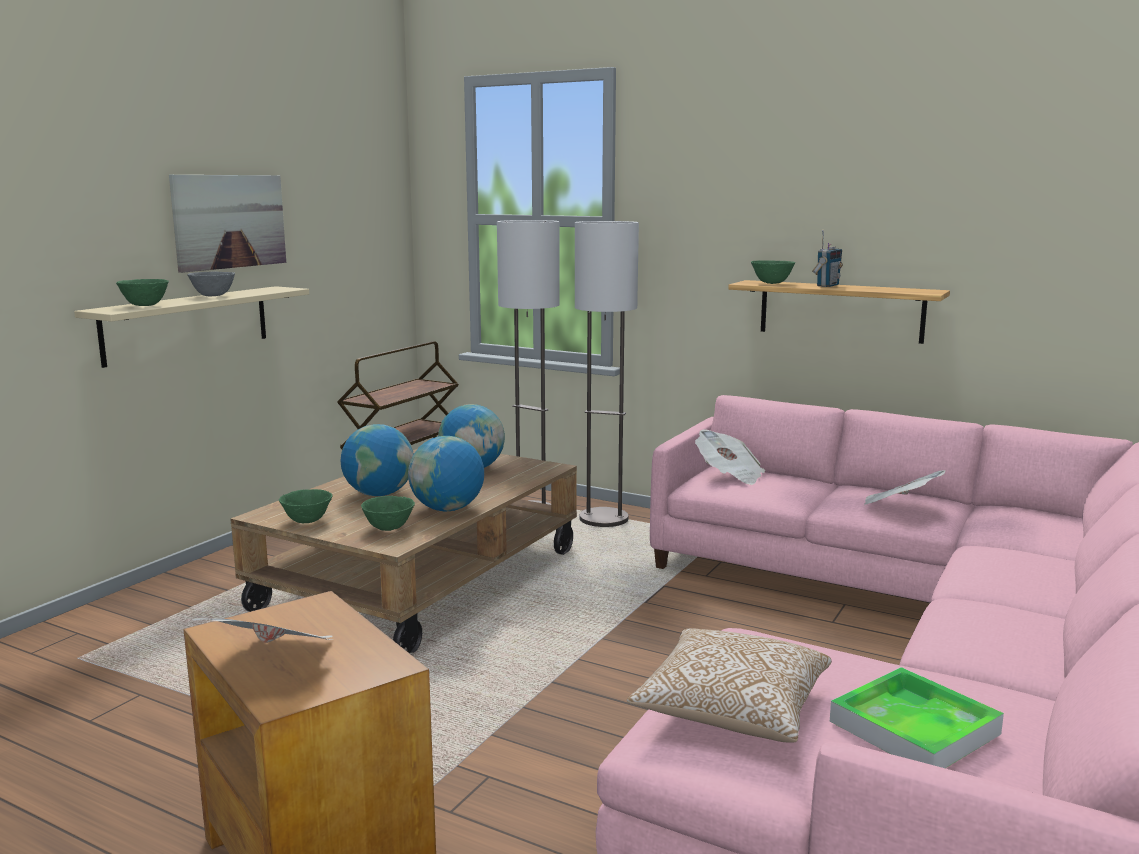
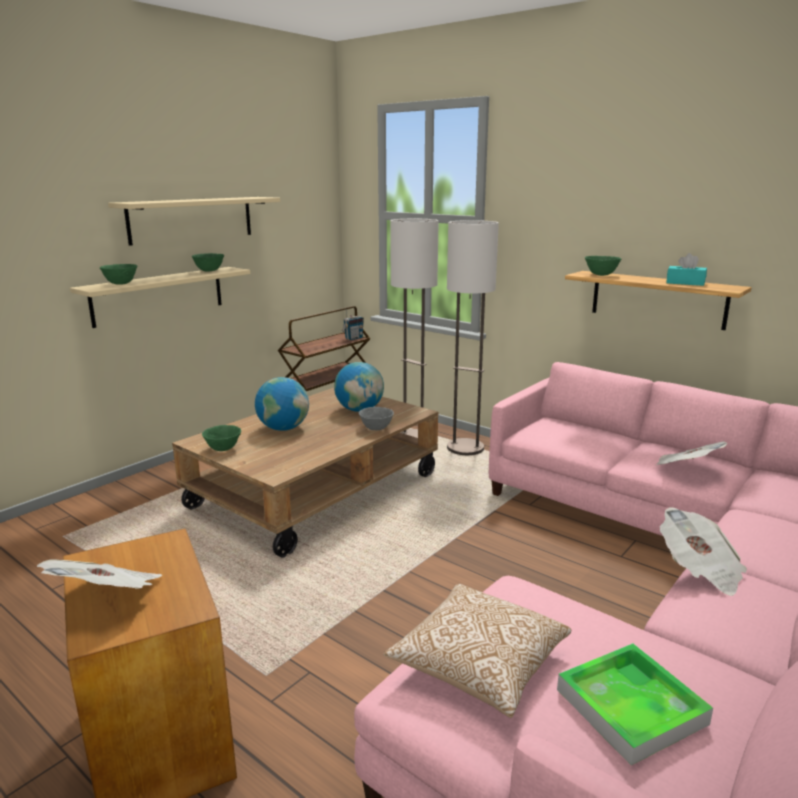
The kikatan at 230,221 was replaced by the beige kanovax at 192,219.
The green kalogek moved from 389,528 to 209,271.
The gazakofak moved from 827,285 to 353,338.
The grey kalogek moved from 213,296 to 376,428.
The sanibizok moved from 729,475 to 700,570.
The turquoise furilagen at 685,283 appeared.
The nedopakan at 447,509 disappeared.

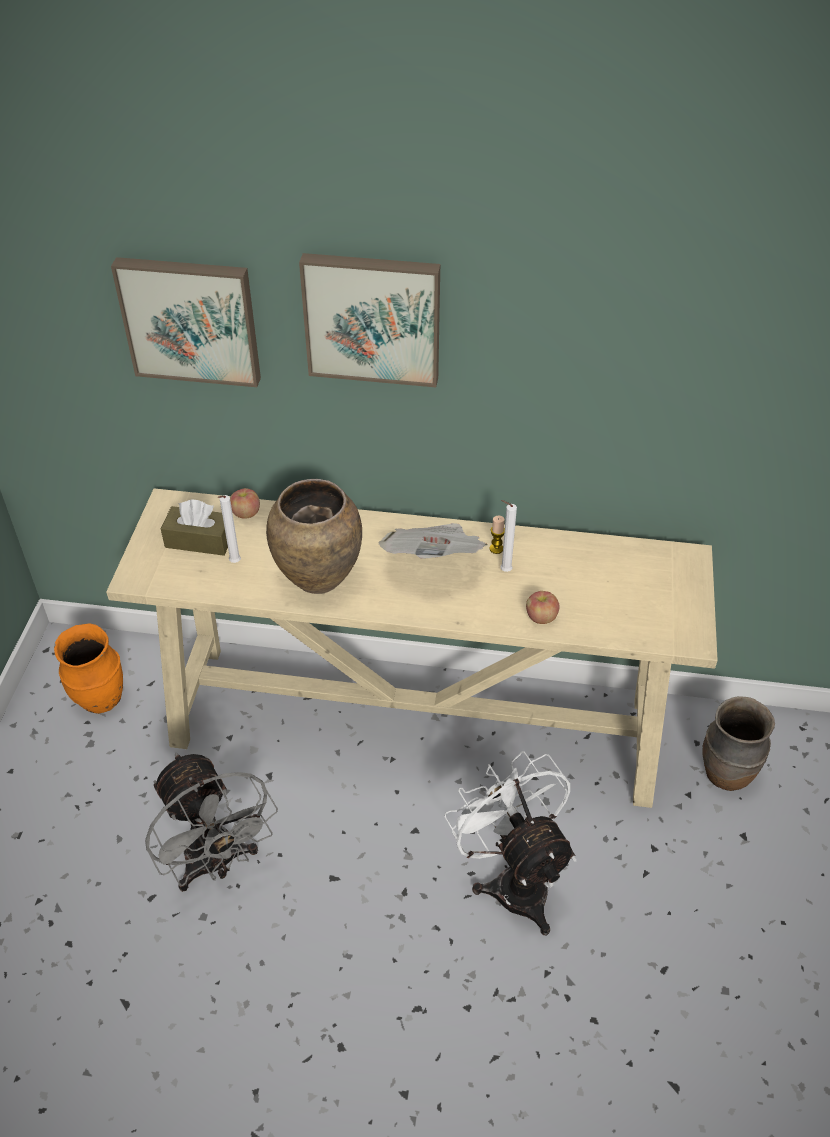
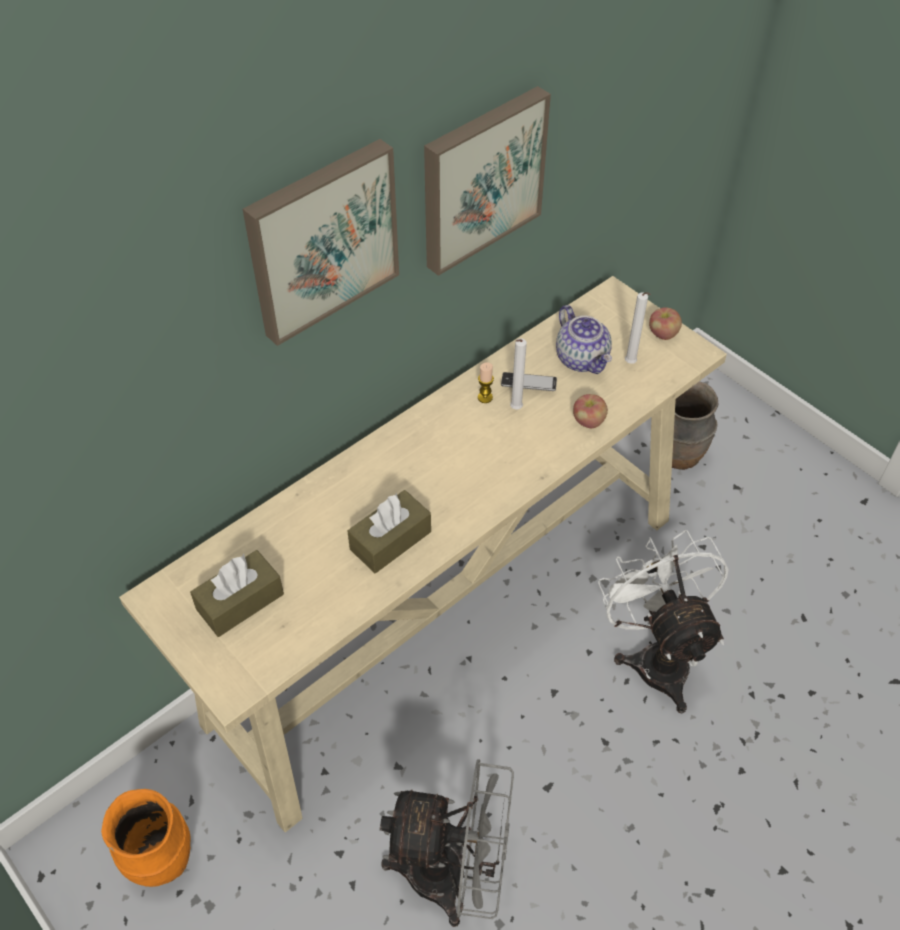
The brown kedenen at 317,578 was replaced by the brown furilagen at 390,540.
The kikatan moved from 191,319 to 480,178.
The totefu at 528,385 appeared.
The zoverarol at 582,359 appeared.
The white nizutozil at 513,879 turned 60 degrees clockwise.
The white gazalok moved from 234,563 to 631,364.
The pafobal moved from 245,513 to 663,334.
The sanibizok at 434,560 disappeared.

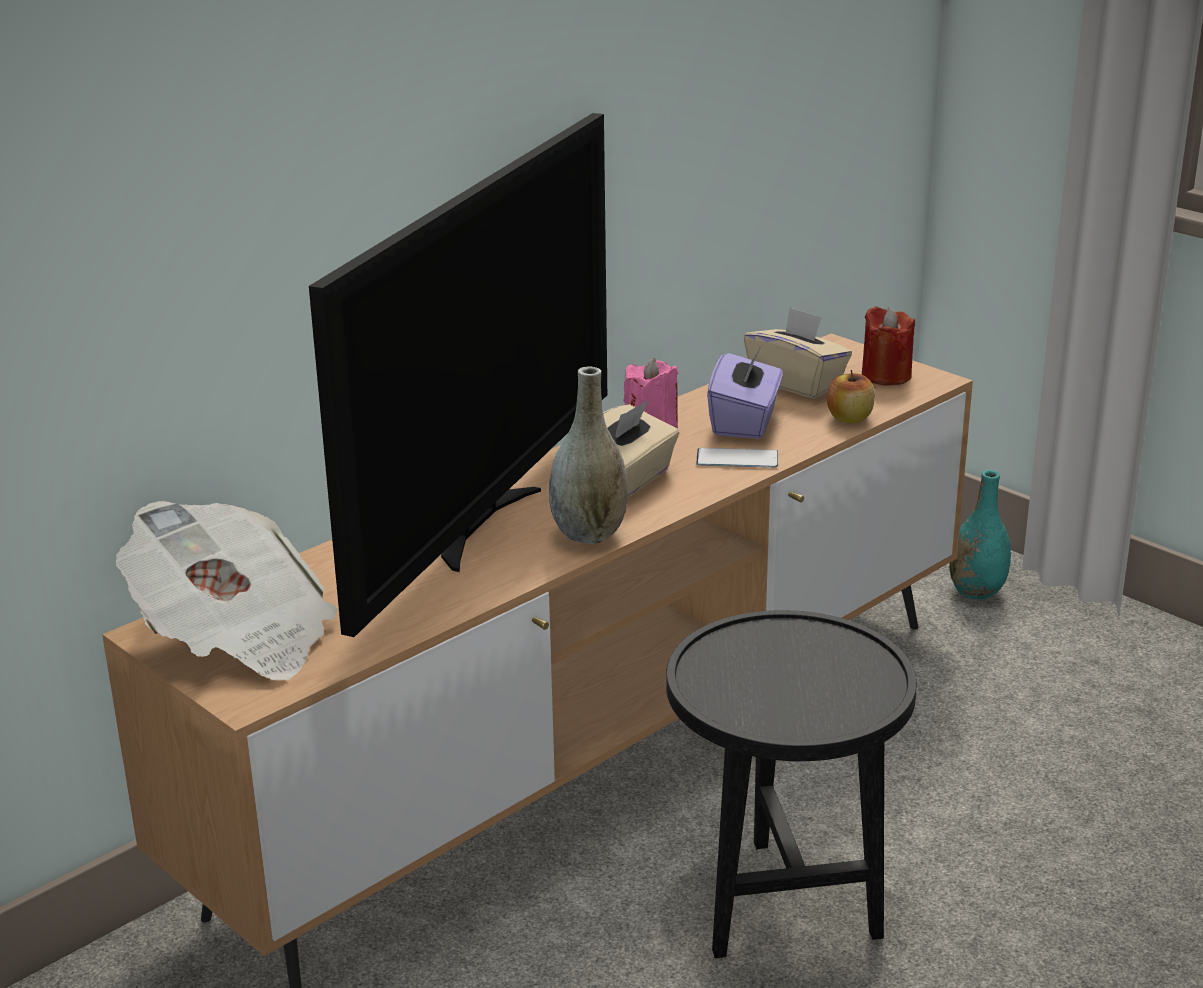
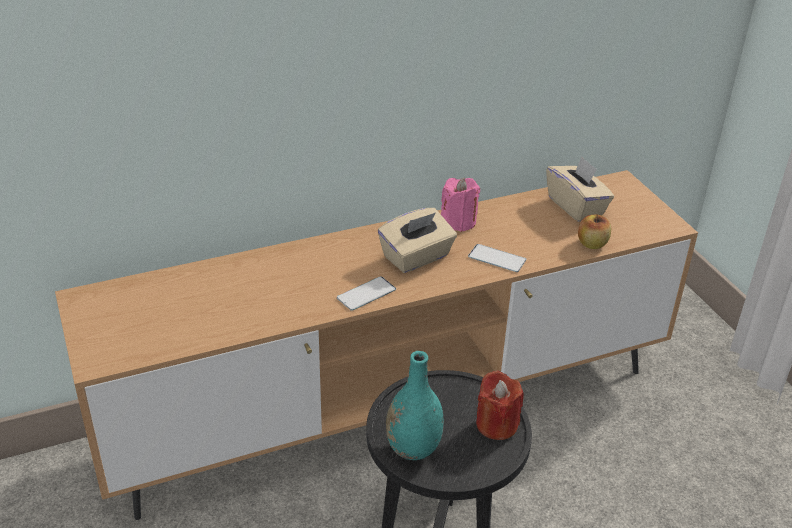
The grey kedenen at 589,534 was replaced by the totefu at 366,294.
The turquoise kedenen moved from 976,592 to 413,449.
The red gazalok moved from 886,376 to 496,424.
The sanibizok at 235,636 disappeared.
The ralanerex at 482,525 disappeared.
The purple furilagen at 745,422 disappeared.

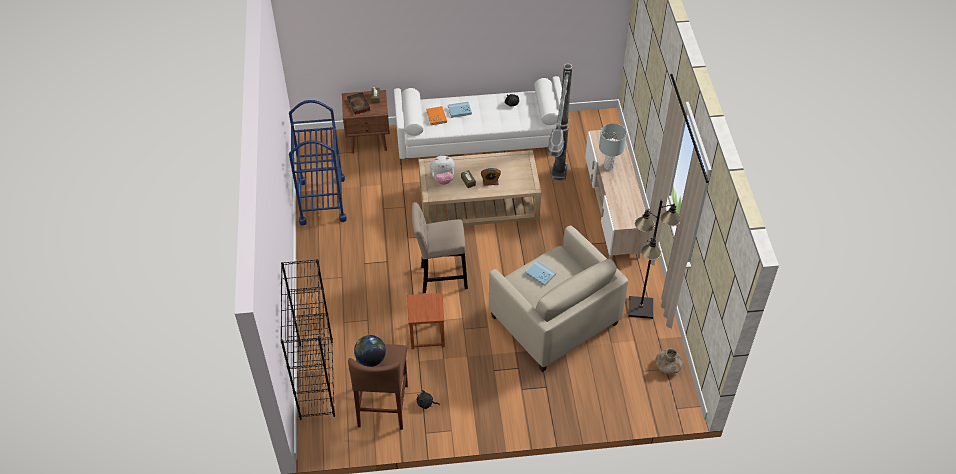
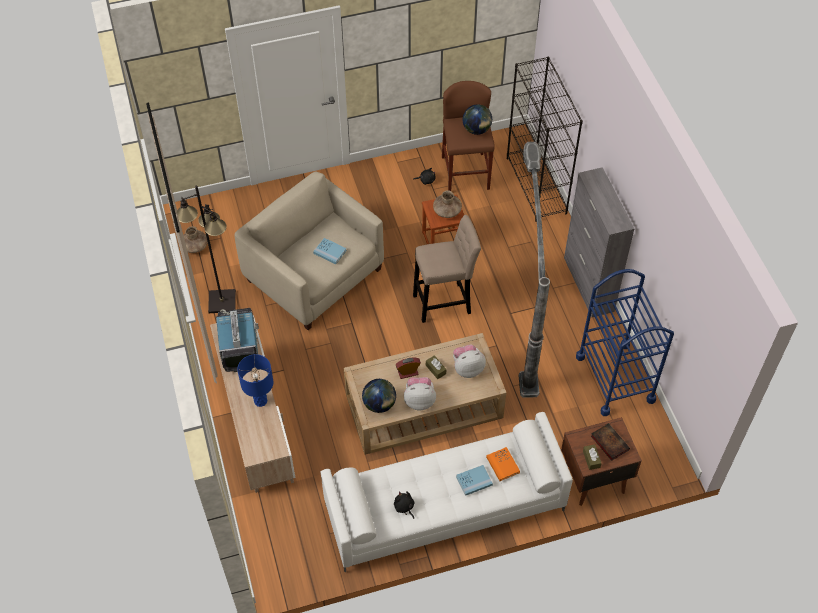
The ralanerex at 239,346 appeared.
The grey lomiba at 609,166 became the blue lomiba at 260,401.
The nedopakan at 379,404 appeared.
The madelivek at 419,400 appeared.
The brown kedenen at 447,211 appeared.
The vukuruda moved from 553,212 to 522,328.
The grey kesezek at 588,285 appeared.

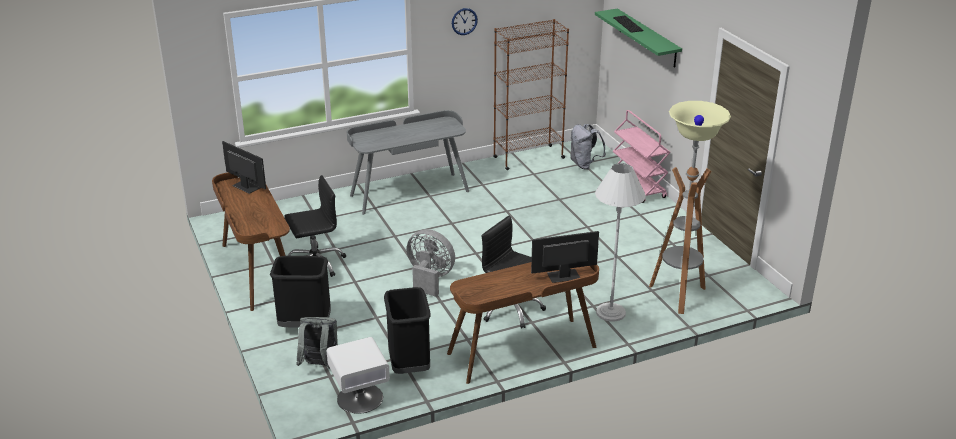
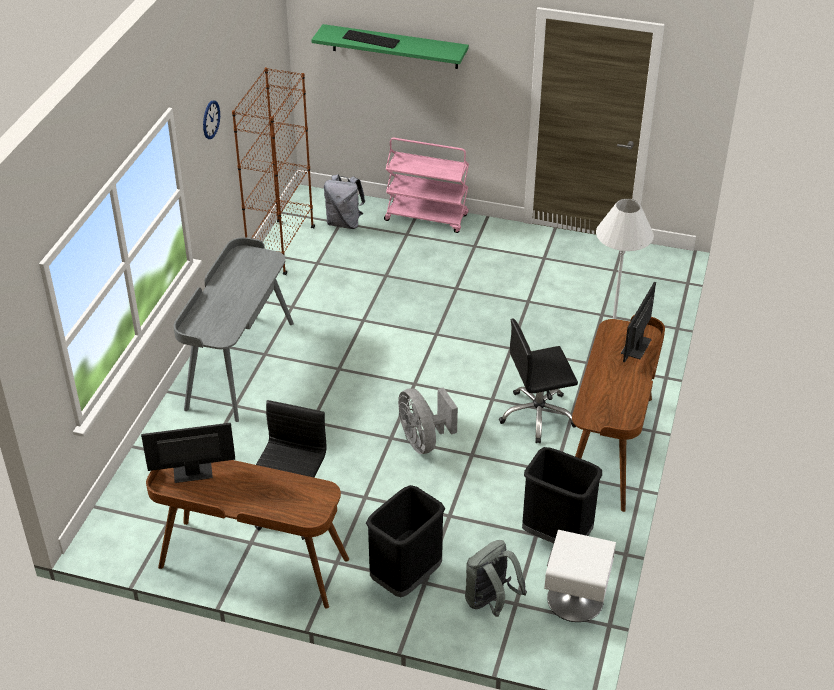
The grey nizutozil at 429,279 turned 90 degrees counterclockwise.
The vukuruda at 678,295 disappeared.

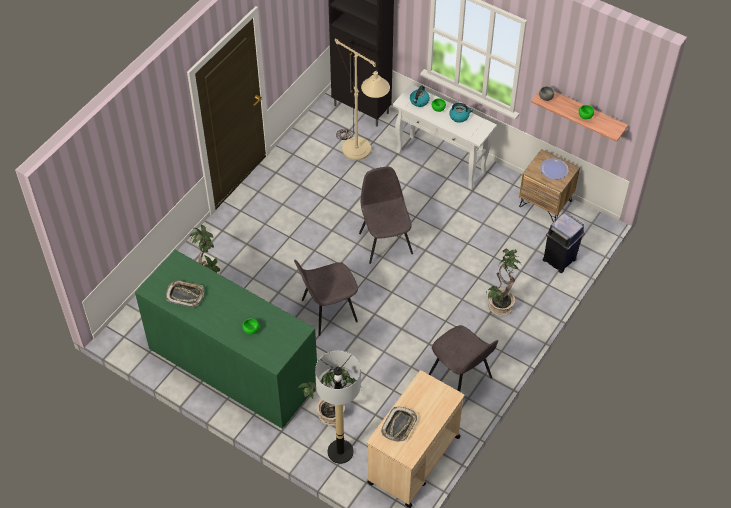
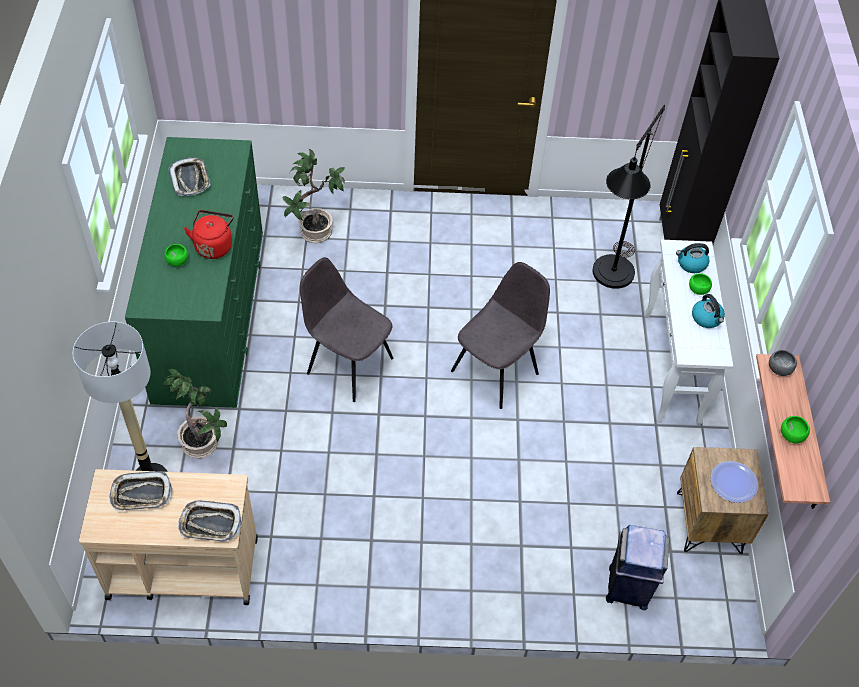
The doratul at 210,524 appeared.
The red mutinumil at 214,245 appeared.
The beige vukuruda at 361,154 became the black vukuruda at 609,281.
The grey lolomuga at 461,378 disappeared.
The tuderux at 499,305 disappeared.

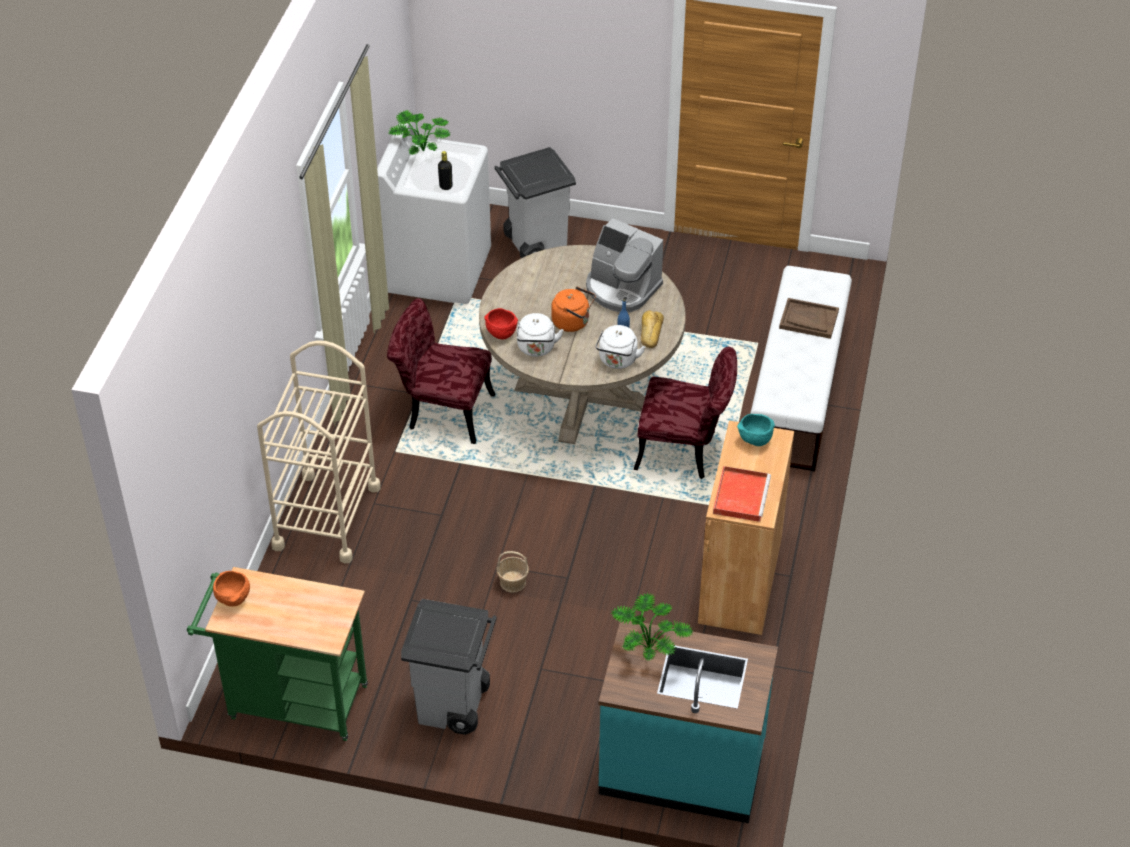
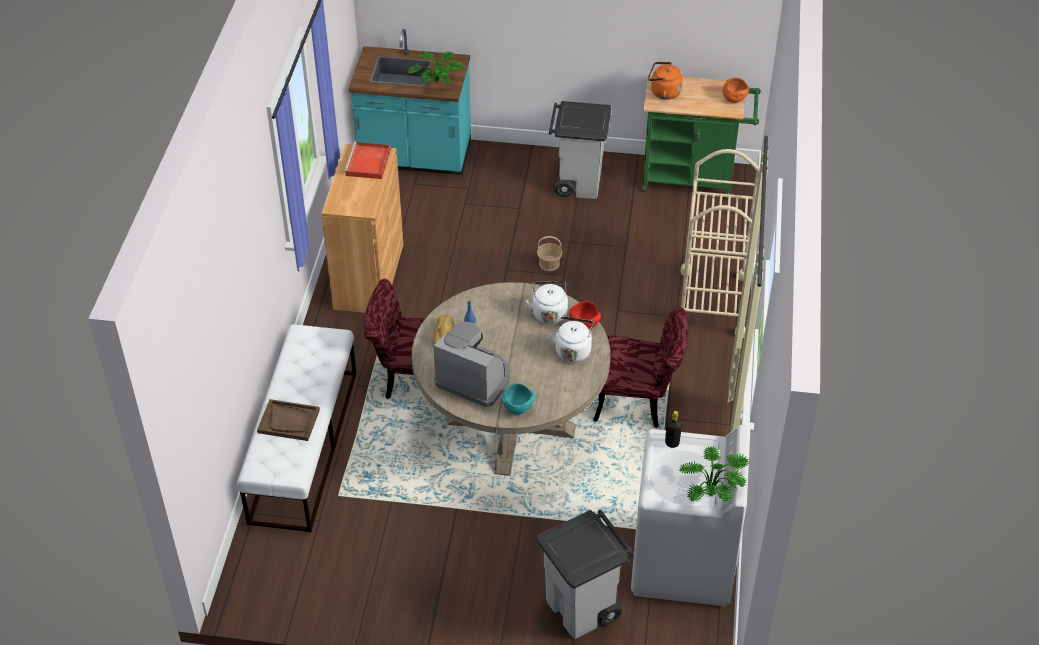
The turquoise kalogek moved from 754,440 to 518,408.
The white mutinumil moved from 617,361 to 572,350.
The orange mutinumil moved from 573,322 to 663,92.

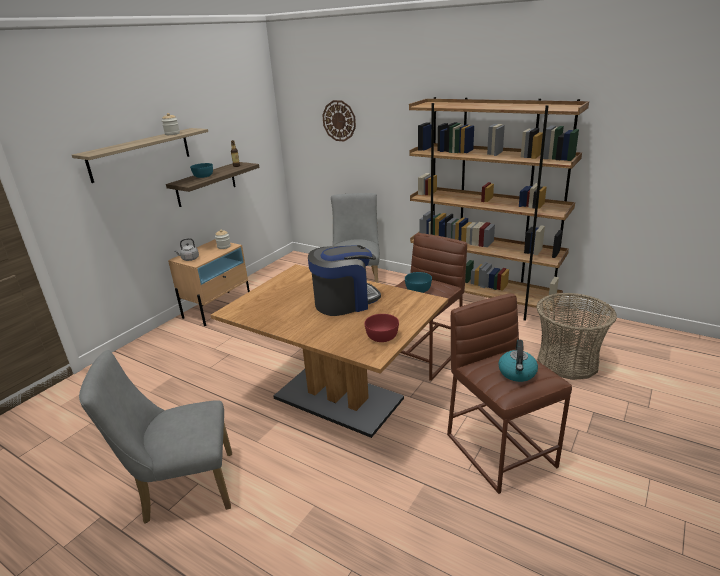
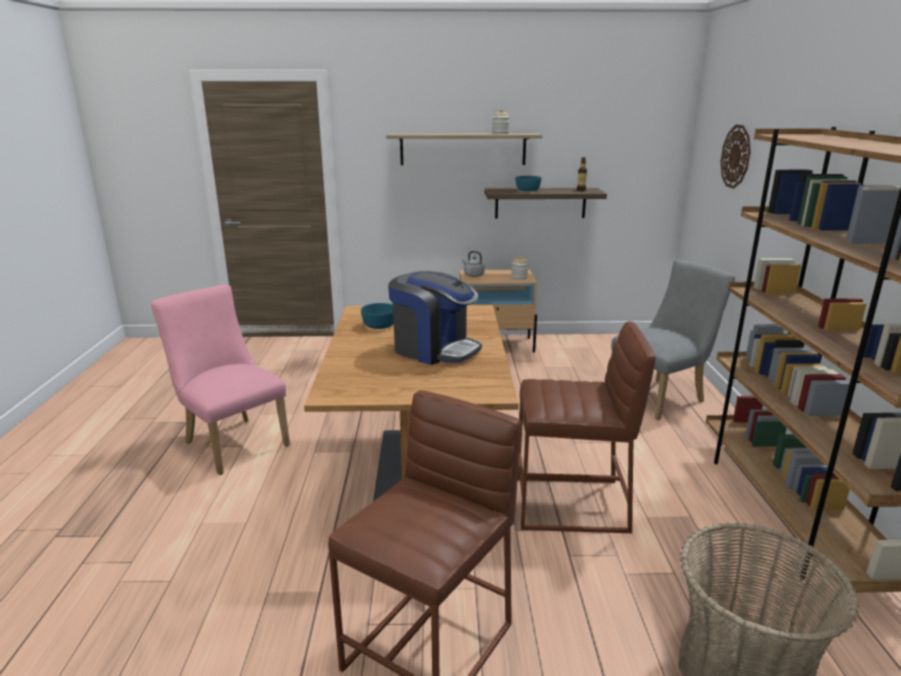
The grey lolomuga at 182,489 became the pink lolomuga at 232,442.
The turquoise kalogek moved from 418,289 to 380,325.
The red kalogek at 382,336 disappeared.
The mutinumil at 517,373 disappeared.

